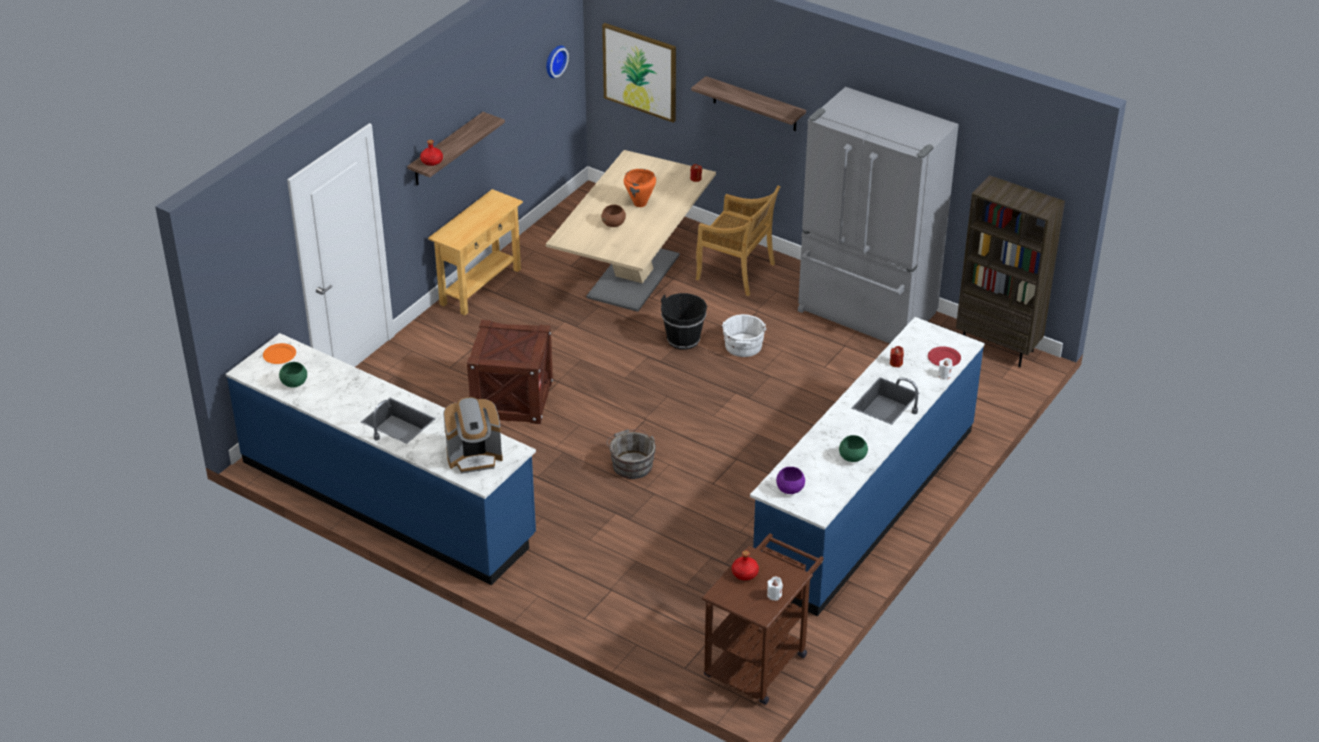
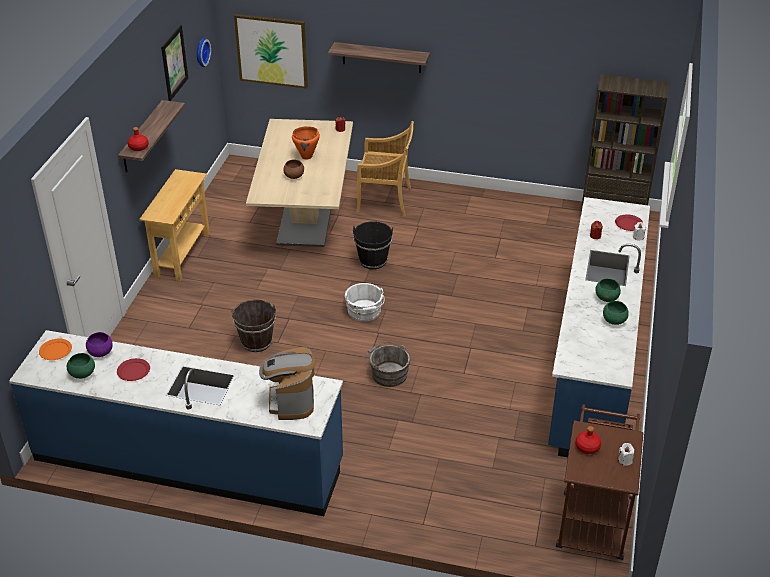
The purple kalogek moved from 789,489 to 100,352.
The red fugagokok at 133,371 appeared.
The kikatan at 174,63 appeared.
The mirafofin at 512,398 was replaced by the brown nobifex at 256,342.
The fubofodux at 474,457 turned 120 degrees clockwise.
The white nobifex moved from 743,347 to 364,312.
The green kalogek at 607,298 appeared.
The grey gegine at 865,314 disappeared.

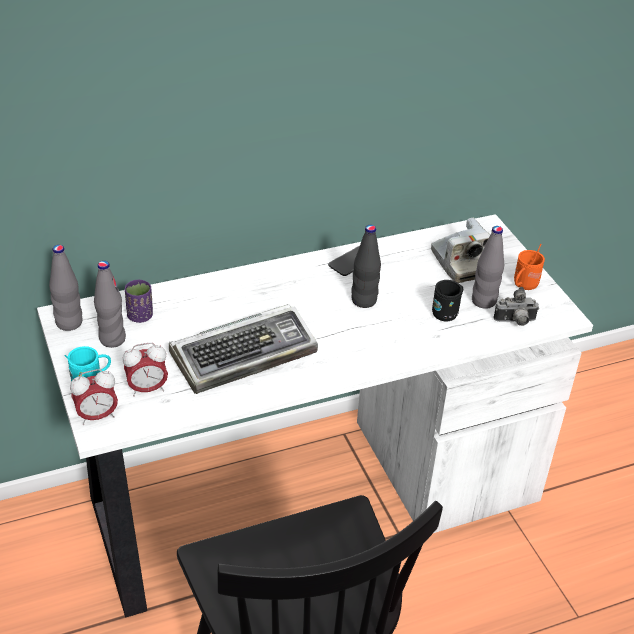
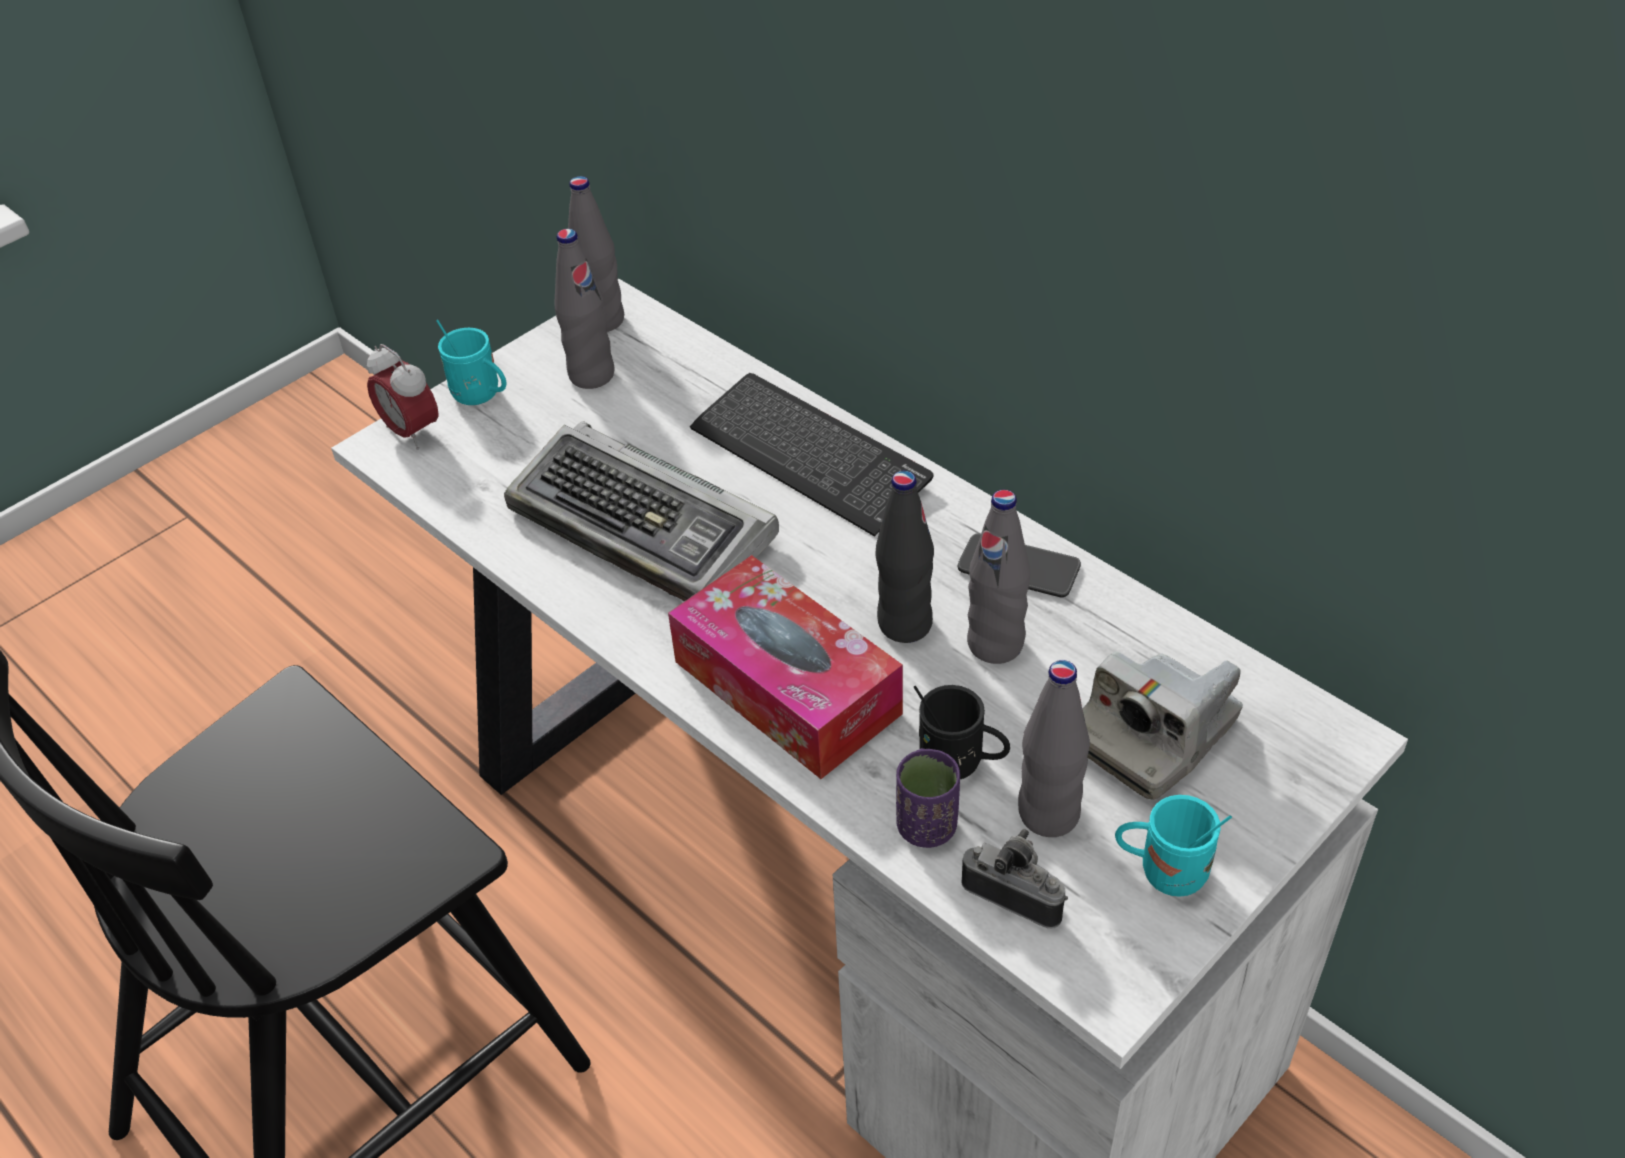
The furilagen at 787,687 appeared.
The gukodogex at 809,457 appeared.
The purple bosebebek moved from 140,316 to 927,827.
The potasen at 515,322 turned 150 degrees clockwise.
The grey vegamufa at 995,644 appeared.
The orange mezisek at 523,286 became the turquoise mezisek at 1163,872.
The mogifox at 147,389 disappeared.

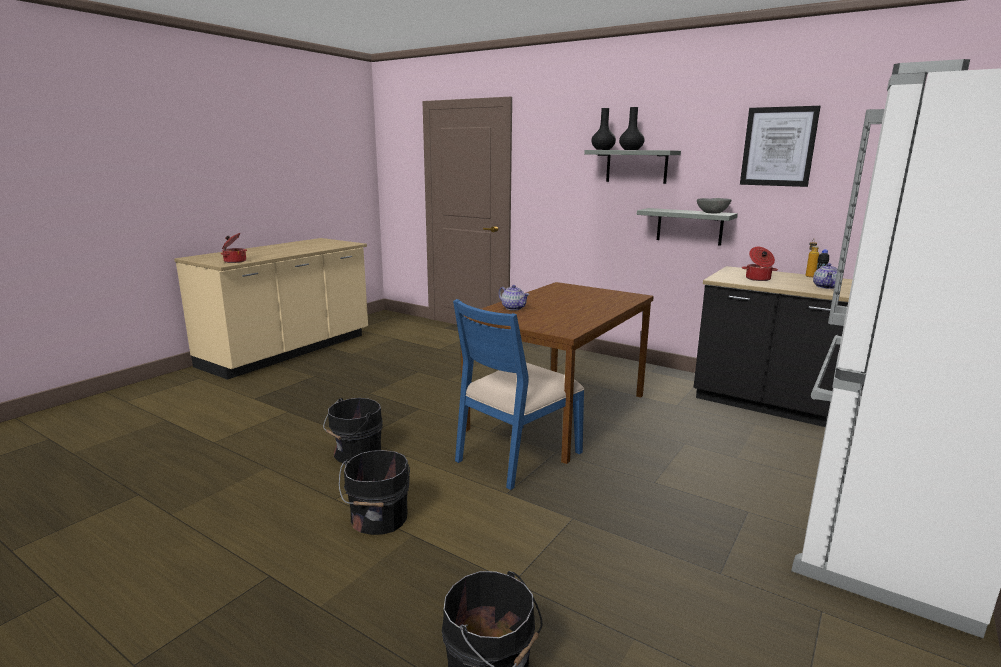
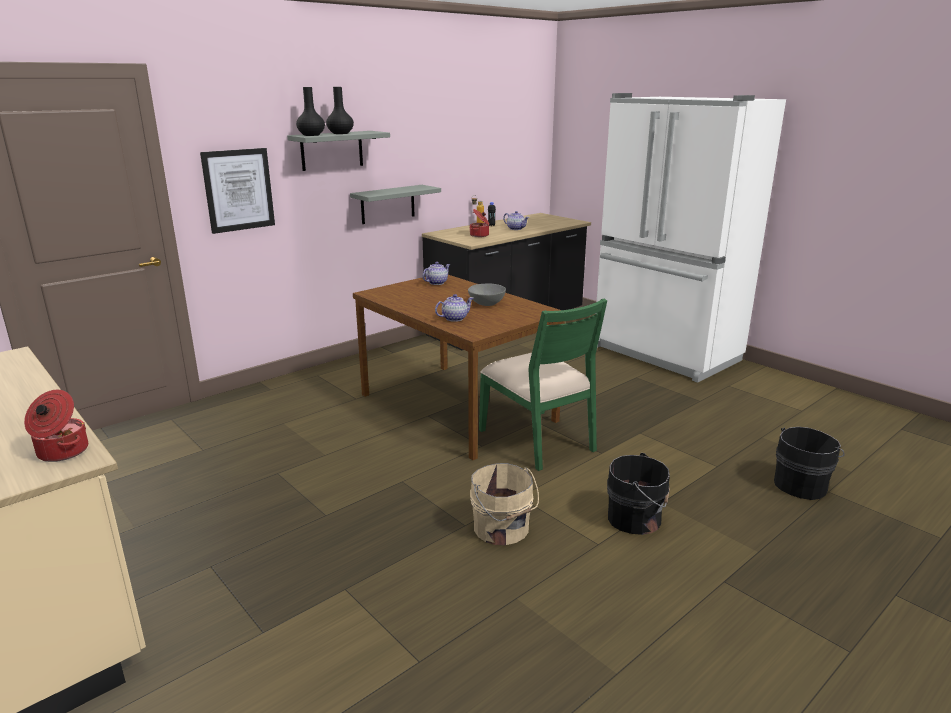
The kikatan moved from 778,147 to 238,190.
The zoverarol at 436,283 appeared.
The grey kalogek moved from 712,213 to 486,304.
The black nobifex at 355,453 became the beige nobifex at 502,530.
The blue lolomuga at 516,456 became the green lolomuga at 538,440.

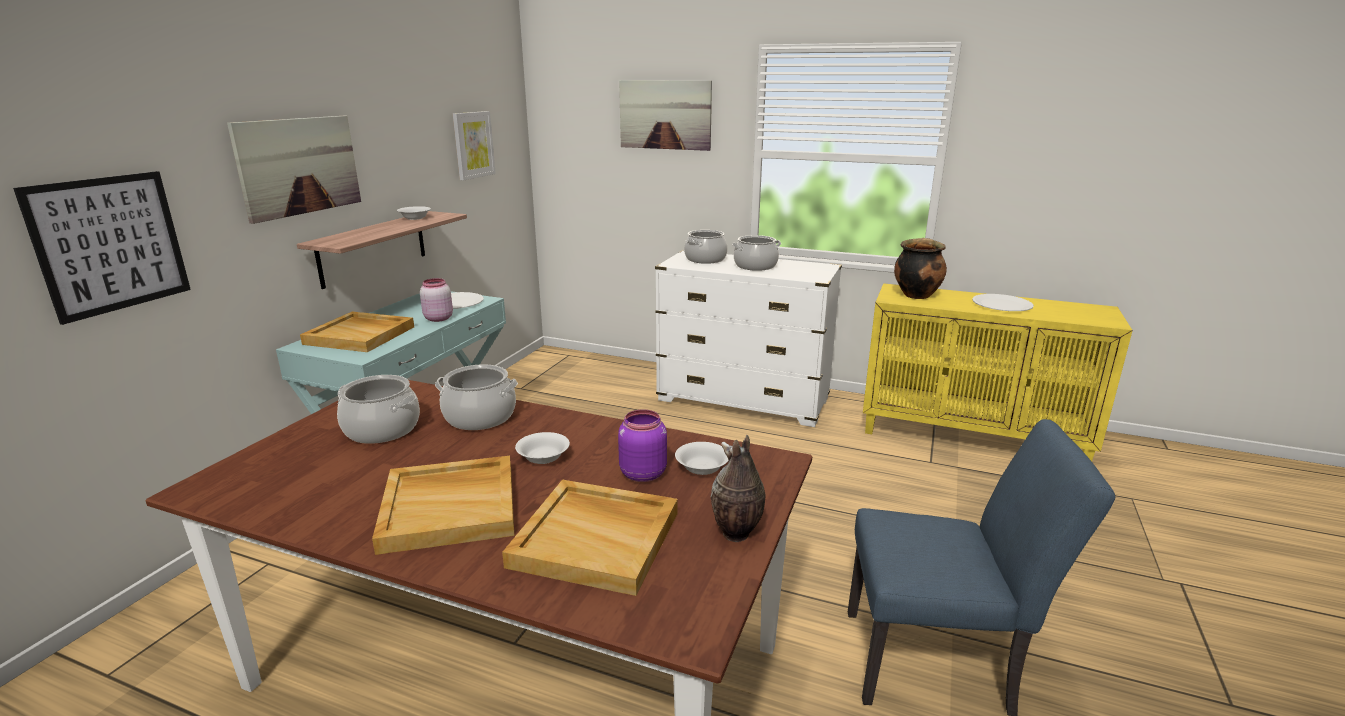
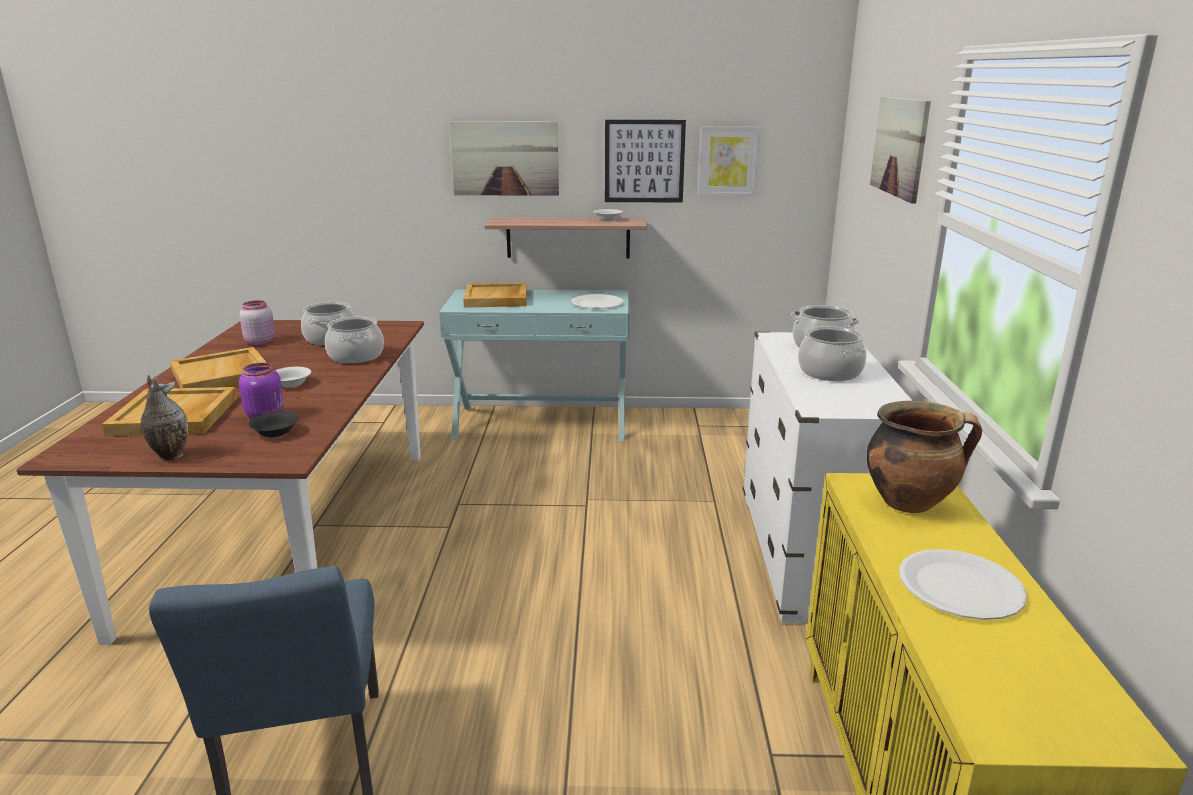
The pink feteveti moved from 438,318 to 261,342.
The white kalogek at 701,468 became the black kalogek at 275,432.
The kikatan moved from 110,244 to 644,161.

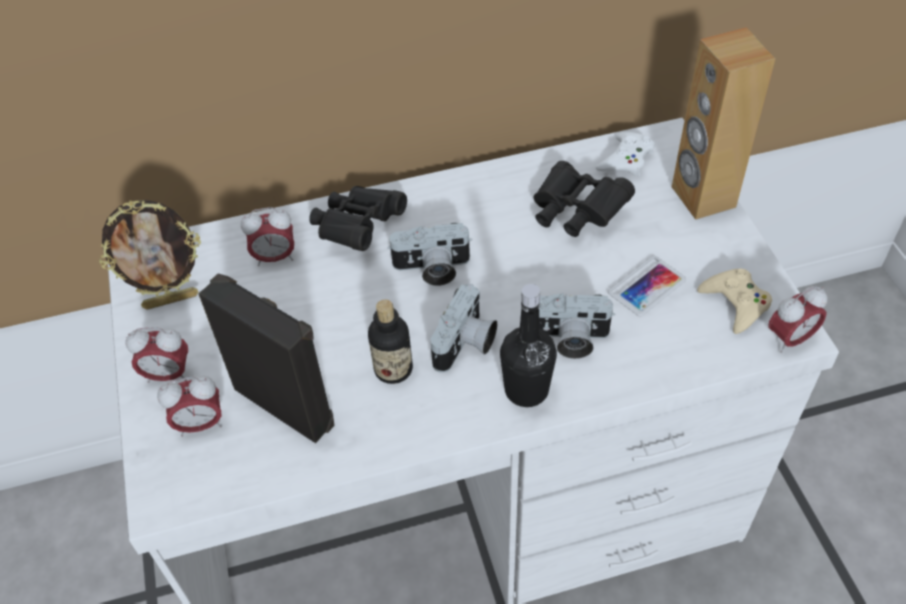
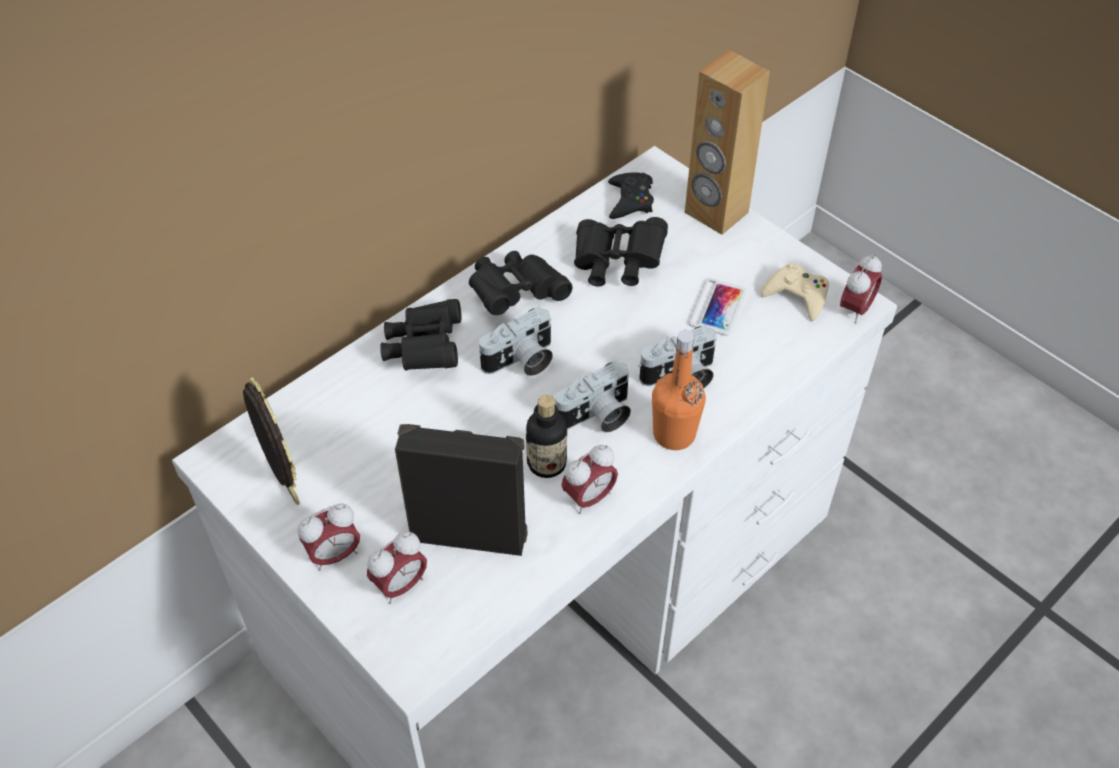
The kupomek at 171,300 turned 75 degrees counterclockwise.
The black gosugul at 516,294 appeared.
The potasen at 466,345 turned 60 degrees clockwise.
The mogifox moved from 275,257 to 589,498.
The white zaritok at 626,159 became the black zaritok at 630,200.
The black vegamufa at 526,390 became the orange vegamufa at 674,434.

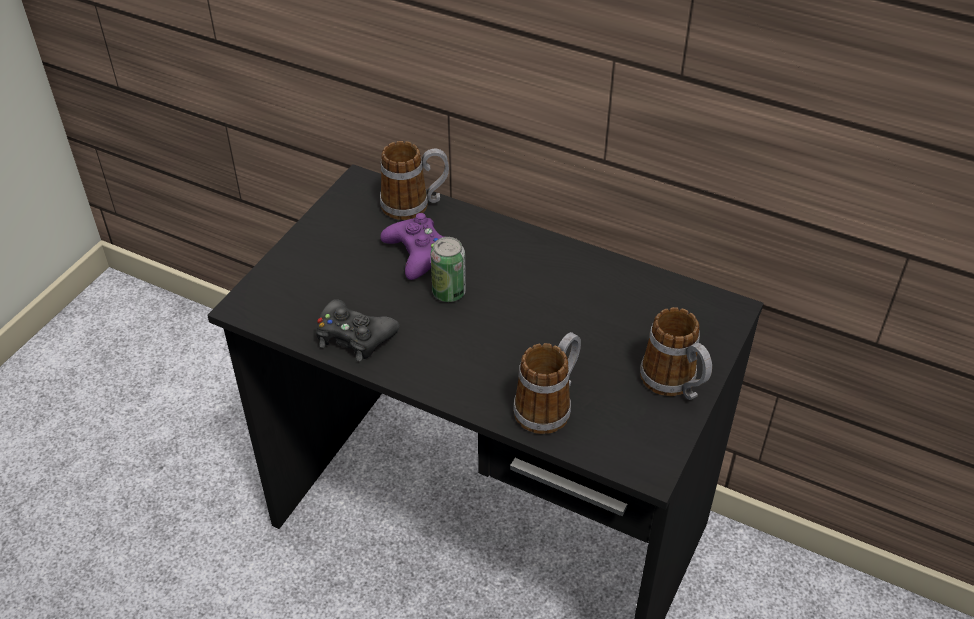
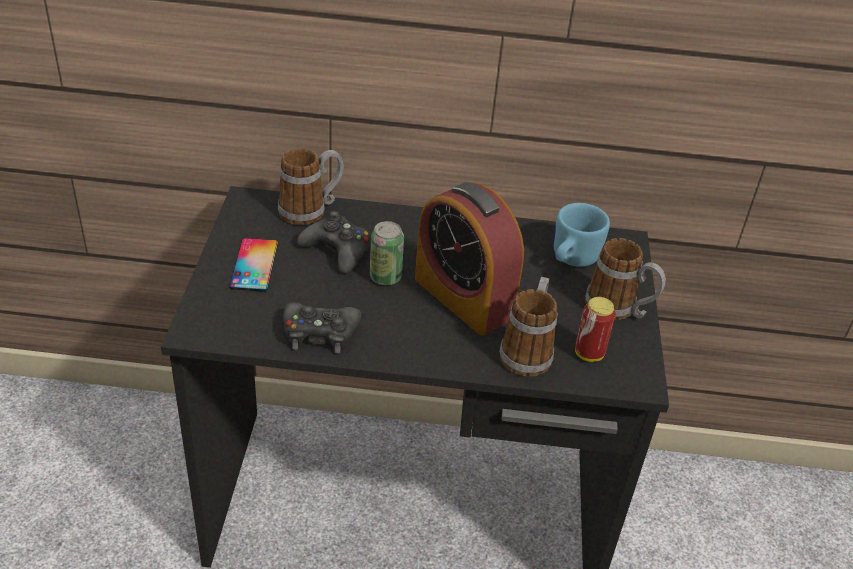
The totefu at 254,265 appeared.
The purple zaritok at 418,254 became the black zaritok at 338,251.
The mogifox at 463,298 appeared.
The blue mezisek at 570,259 appeared.
The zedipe at 589,354 appeared.

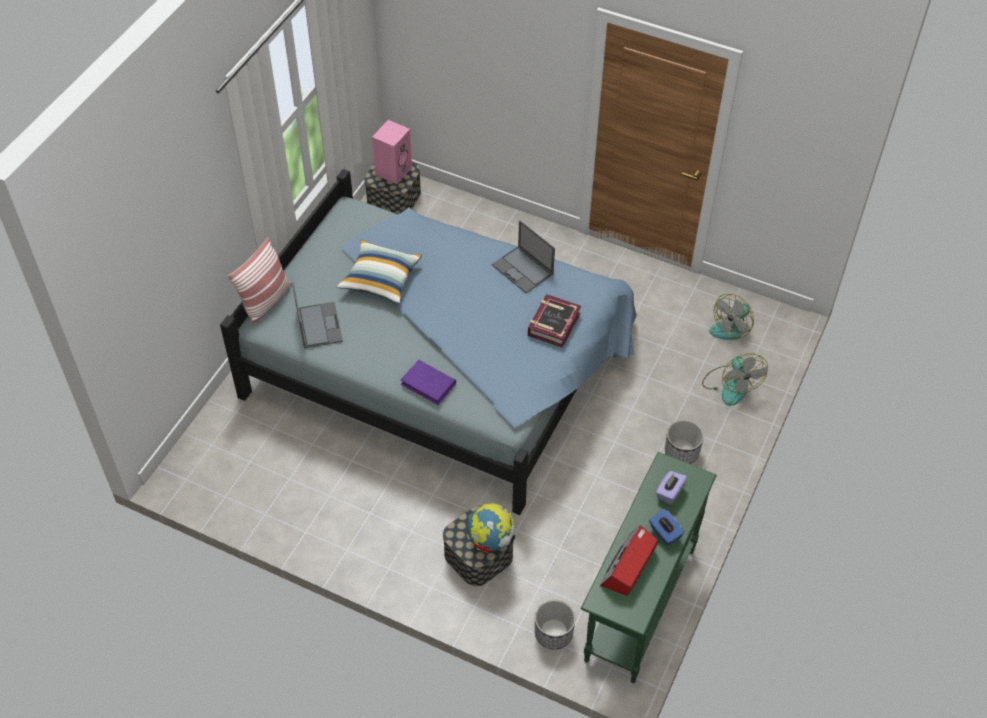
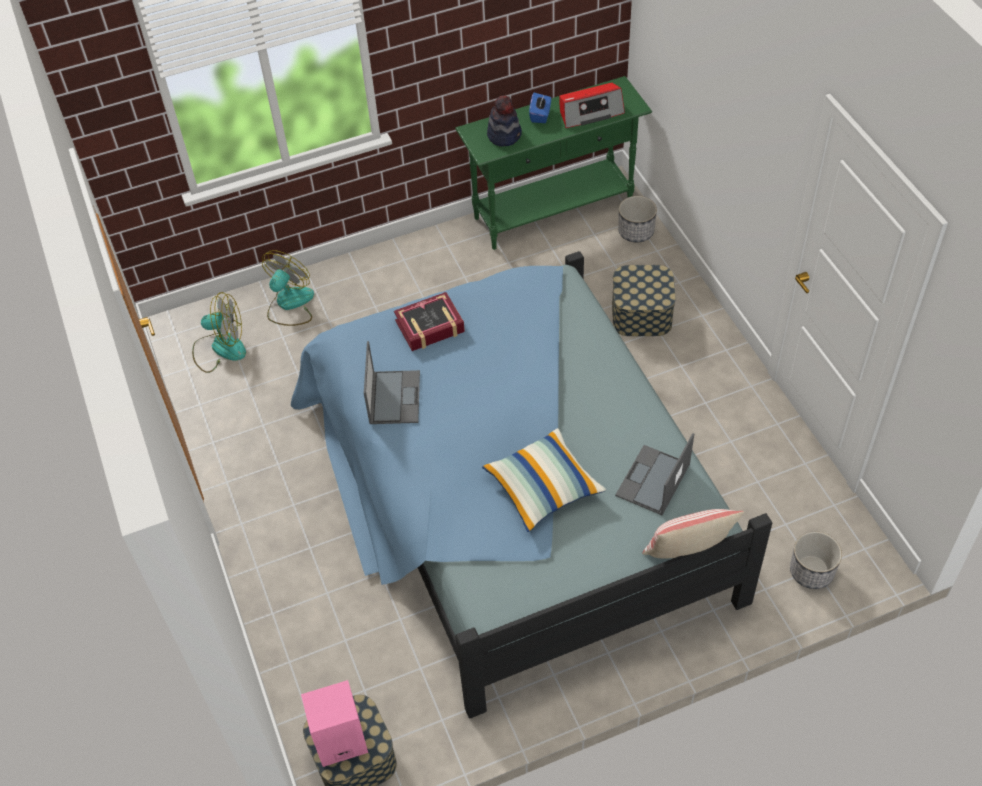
The purple furilagen at 669,492 was replaced by the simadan at 504,135.
The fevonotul moved from 681,452 to 811,572.
The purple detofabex at 428,384 disappeared.
The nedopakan at 490,540 disappeared.

